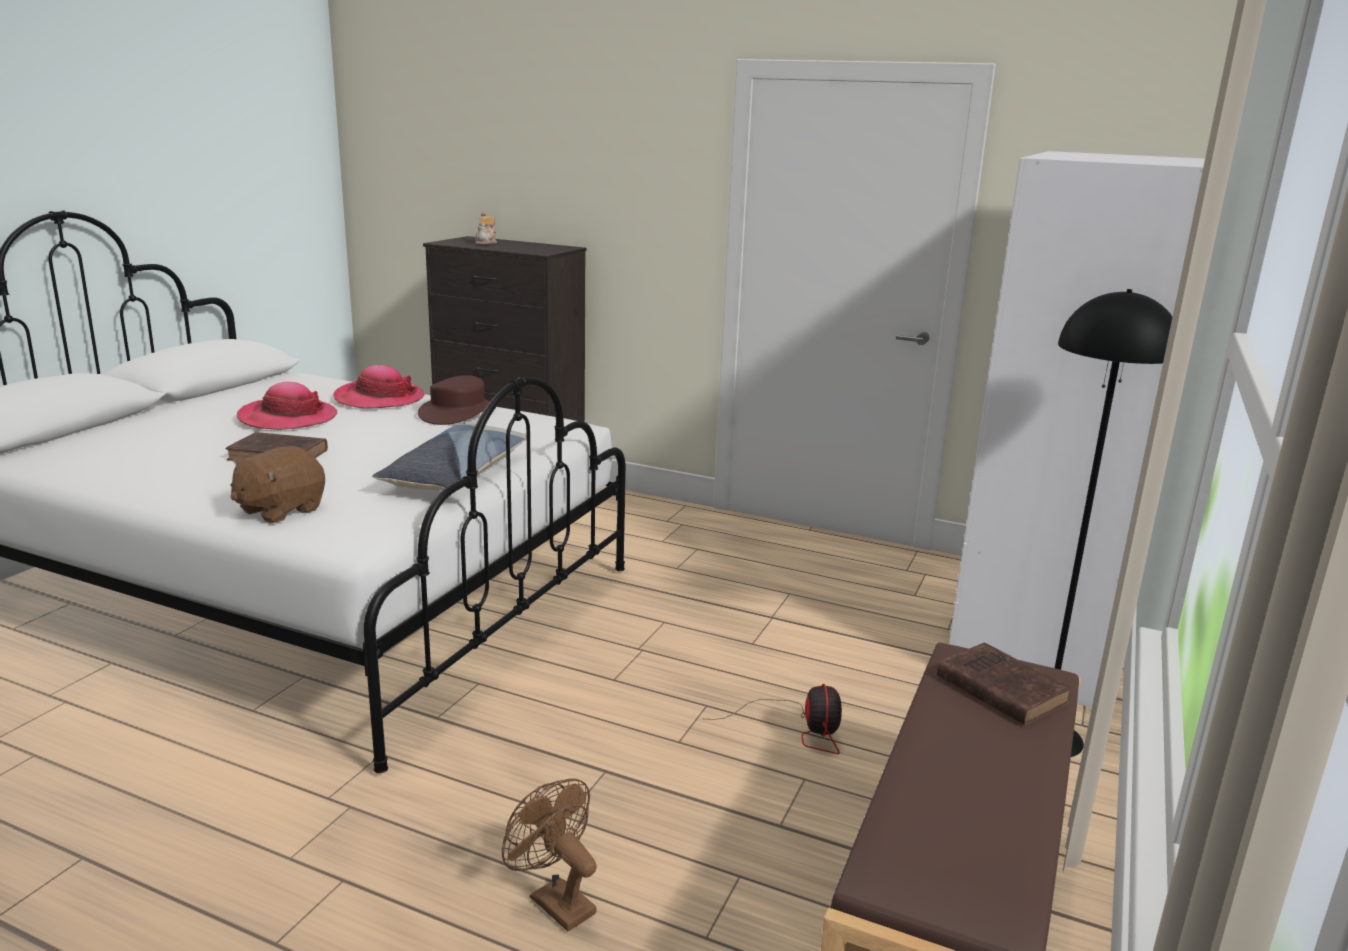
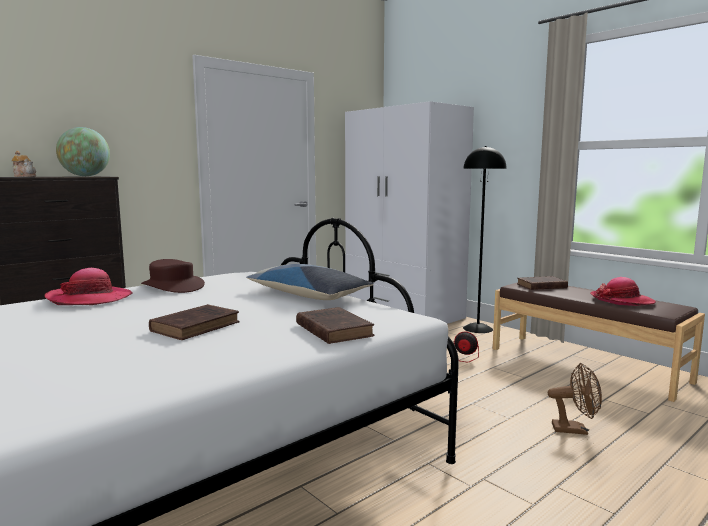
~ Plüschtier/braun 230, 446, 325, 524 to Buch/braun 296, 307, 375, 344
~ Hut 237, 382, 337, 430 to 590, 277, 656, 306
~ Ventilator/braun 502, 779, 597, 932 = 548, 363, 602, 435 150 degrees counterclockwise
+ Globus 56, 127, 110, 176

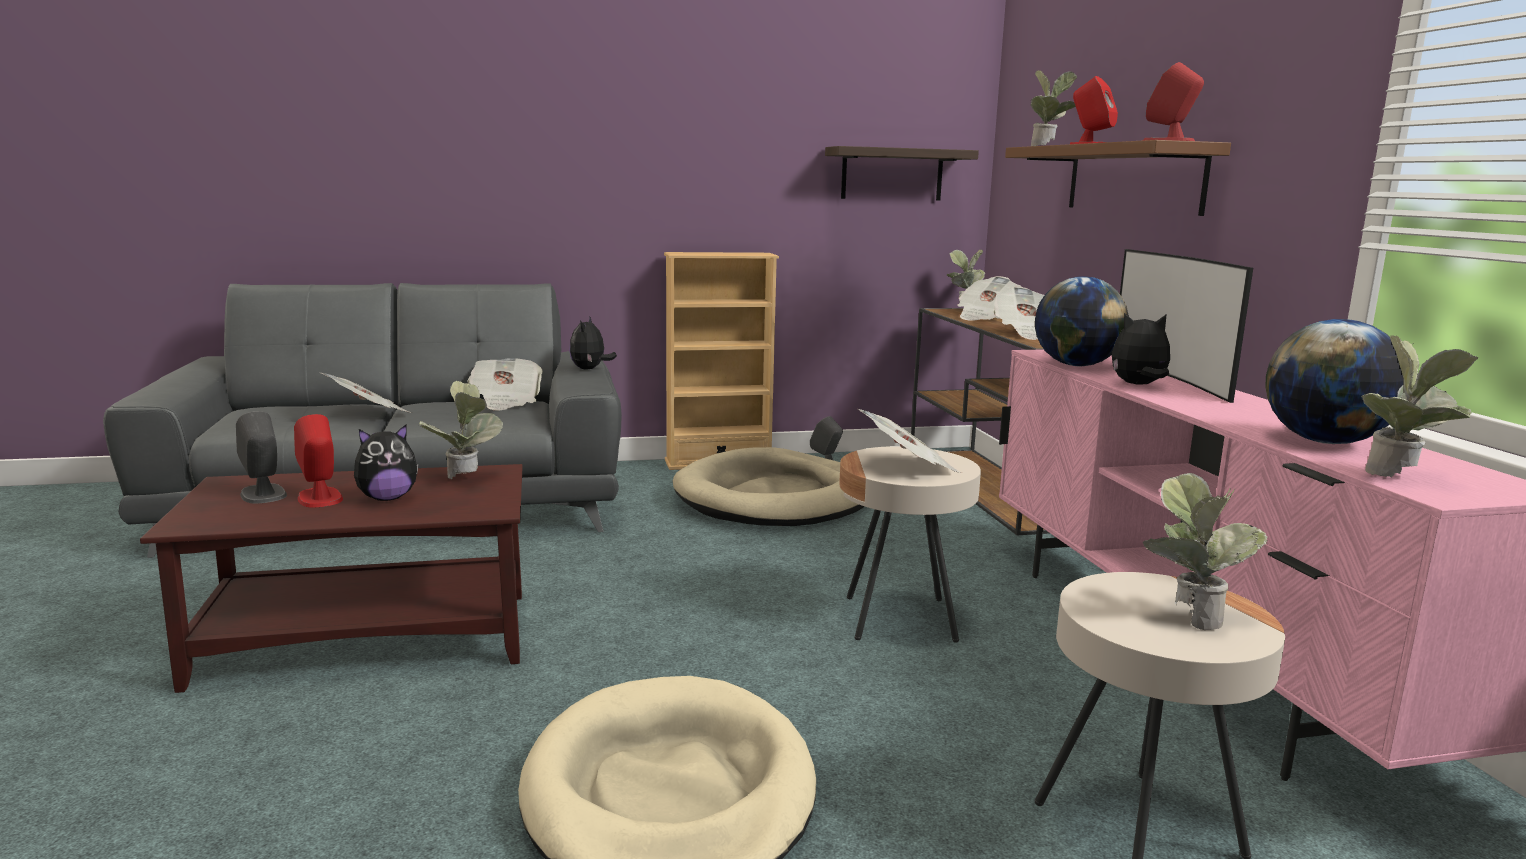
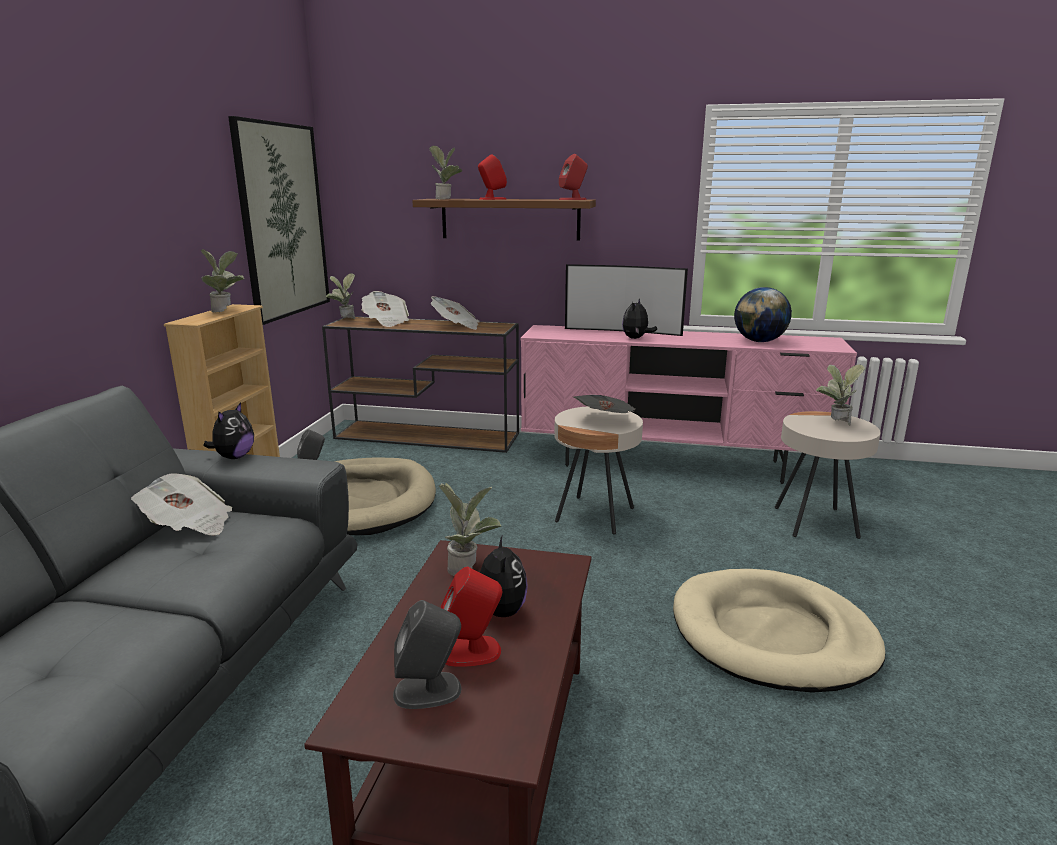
- Zeitung 321, 373, 412, 413
~ Plüschtier 569, 317, 617, 369 = 203, 402, 254, 459 105 degrees counterclockwise
~ Wandregal 825, 146, 979, 201 to Bild 228, 116, 330, 325
- Globus 1035, 276, 1129, 366
~ Topfpflanze 1361, 335, 1478, 477 to 201, 249, 244, 313

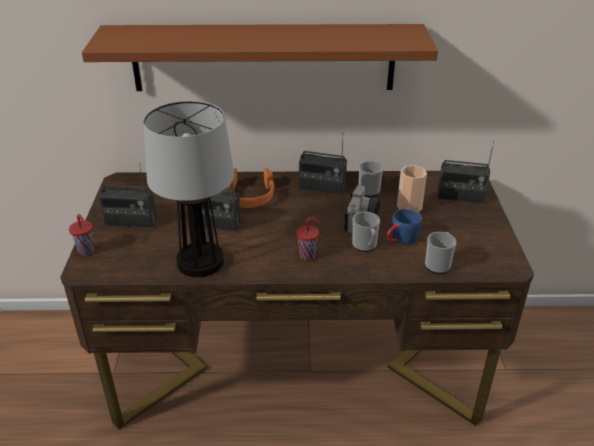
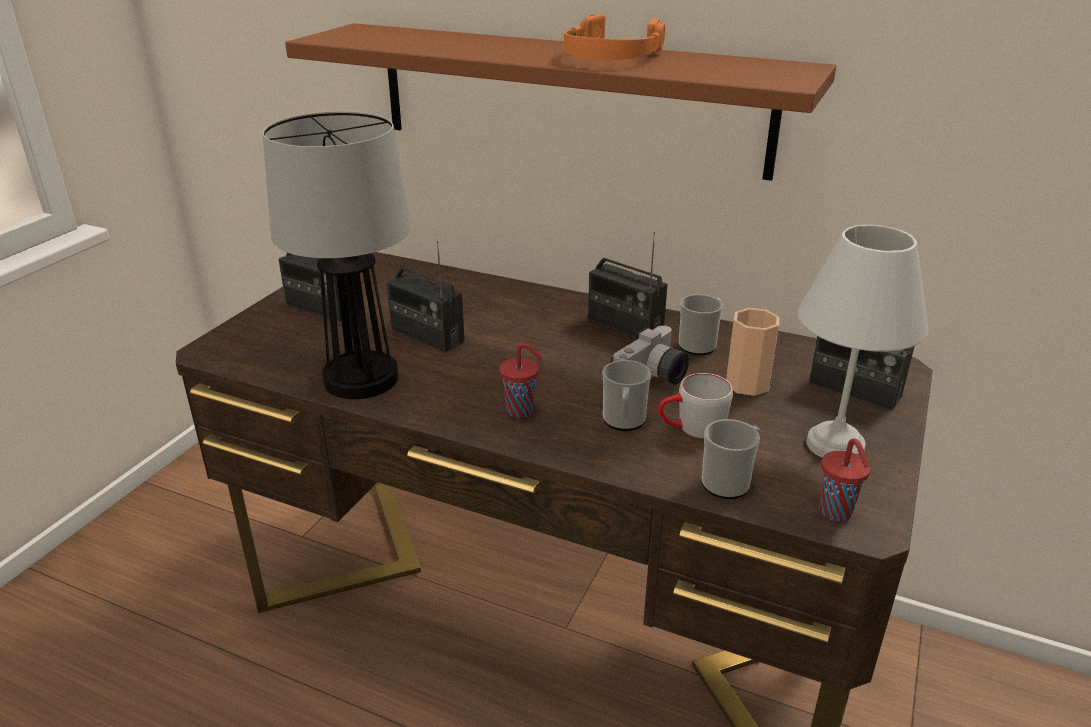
~ Tasse/rot 69, 214, 94, 255 to 820, 438, 870, 522
~ Kopfhörer/orange 226, 168, 275, 208 to 564, 14, 665, 61
~ Henkelbecher/blau 387, 208, 422, 245 to Henkelbecher/grau 658, 373, 733, 439
+ Tischlampe/weiß 798, 225, 929, 458

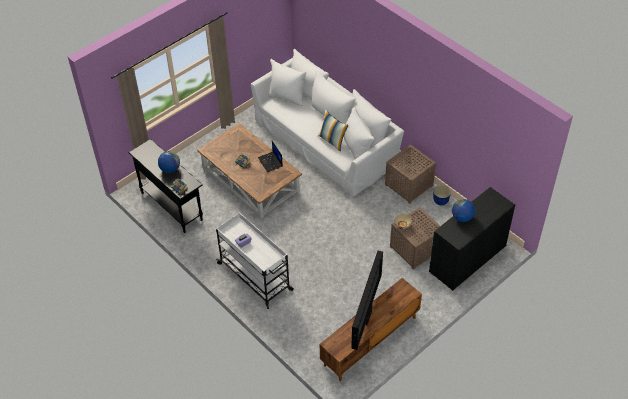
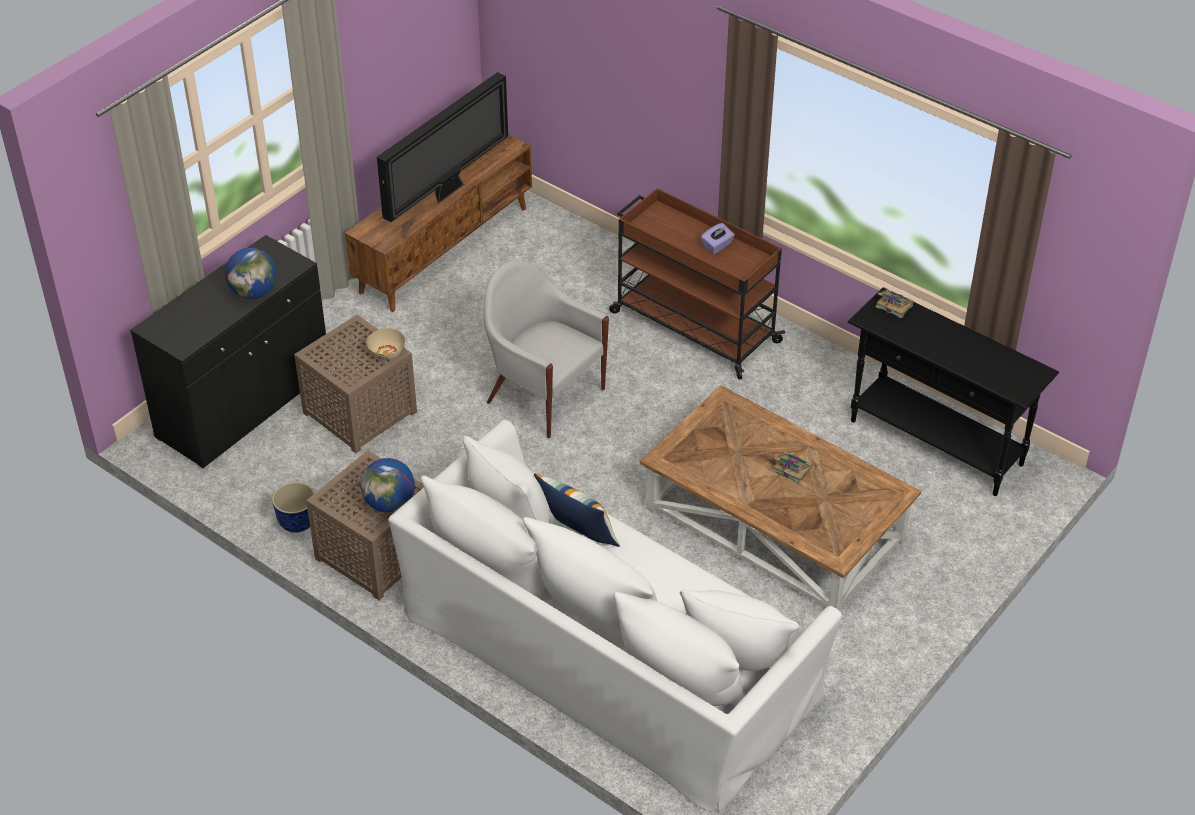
~ Globus 158, 151, 180, 173 to 360, 458, 415, 512
~ Rollwagen/weiß 216, 212, 294, 309 to Rollwagen/braun 609, 188, 785, 380
- Laptop 258, 141, 283, 172
~ Fernseher 351, 251, 383, 350 = 377, 72, 508, 222 150 degrees counterclockwise
+ Sessel/weiß 484, 260, 609, 438

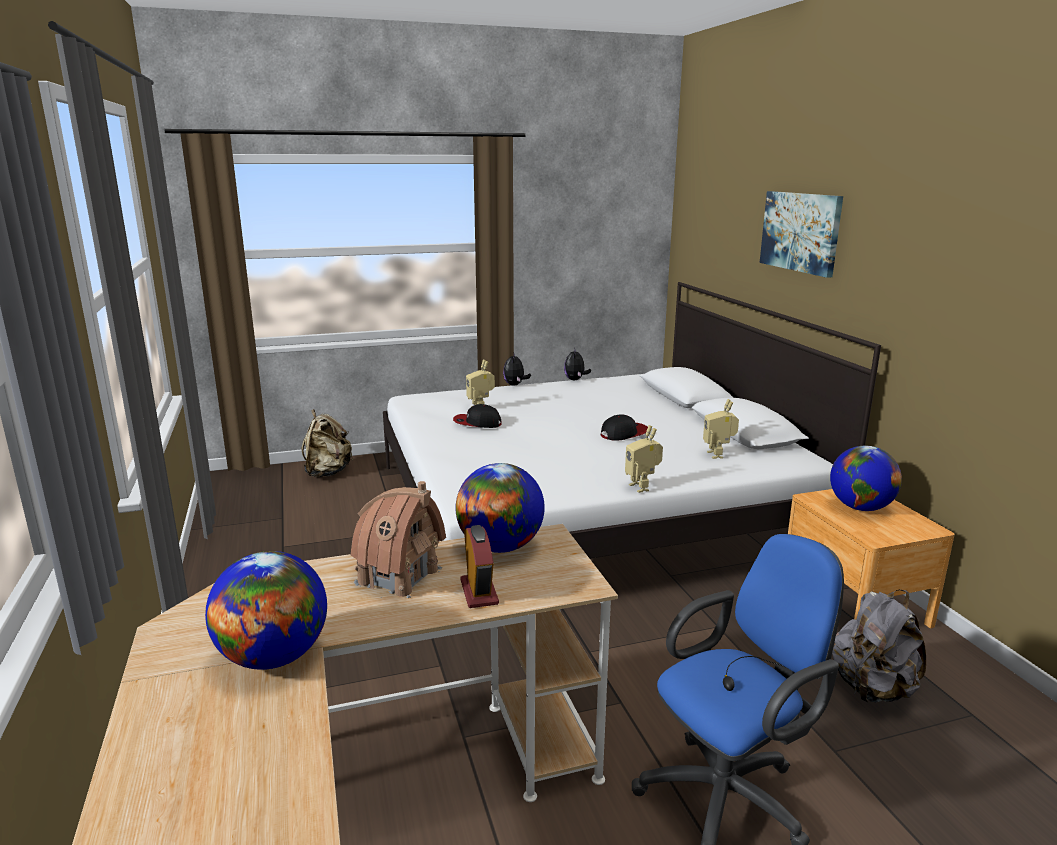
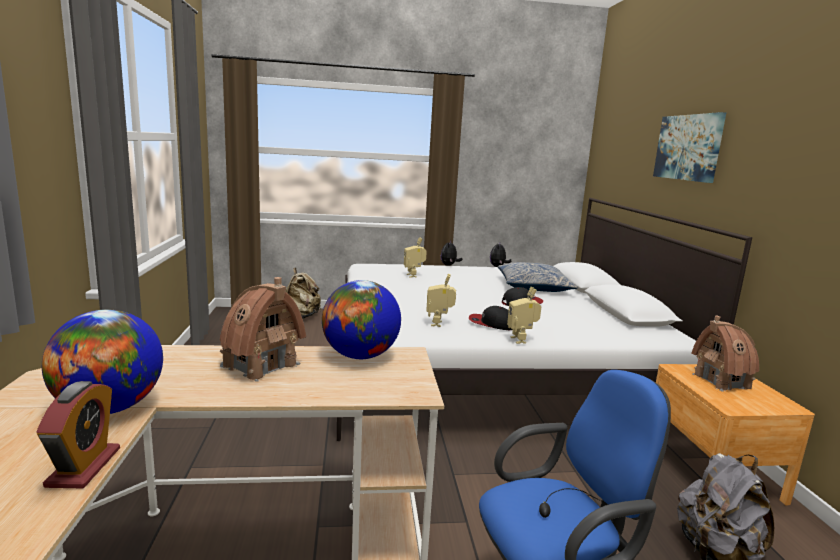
~ Kappe 453, 404, 502, 428 to 469, 306, 513, 330
~ Wecker 460, 525, 499, 608 to 36, 381, 120, 489
~ Spielzeugroboter 703, 399, 739, 459 to 426, 274, 456, 327
~ Globus 830, 446, 902, 511 to Spielzeughaus 691, 316, 759, 392
+ Kissen 498, 262, 578, 292

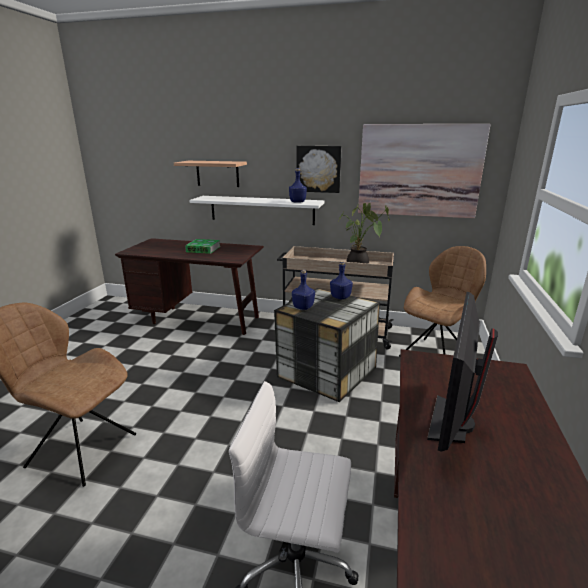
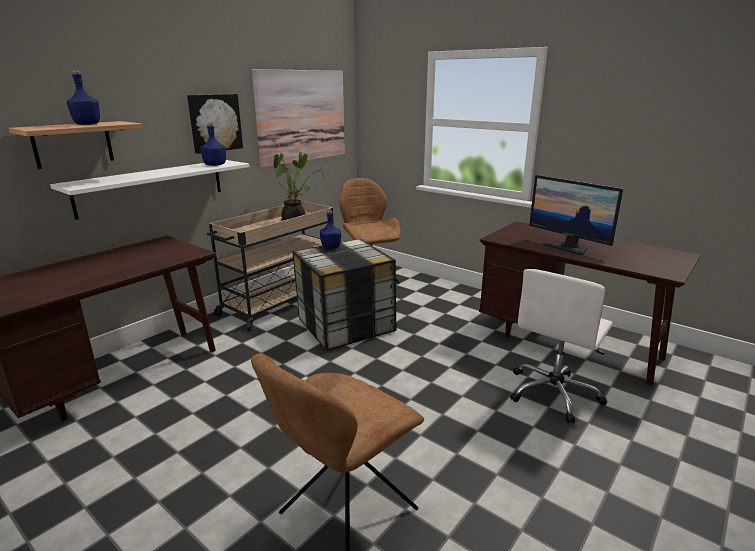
- Buch 185, 239, 220, 254
~ Flasche/blau 292, 269, 315, 310 to 67, 70, 100, 125

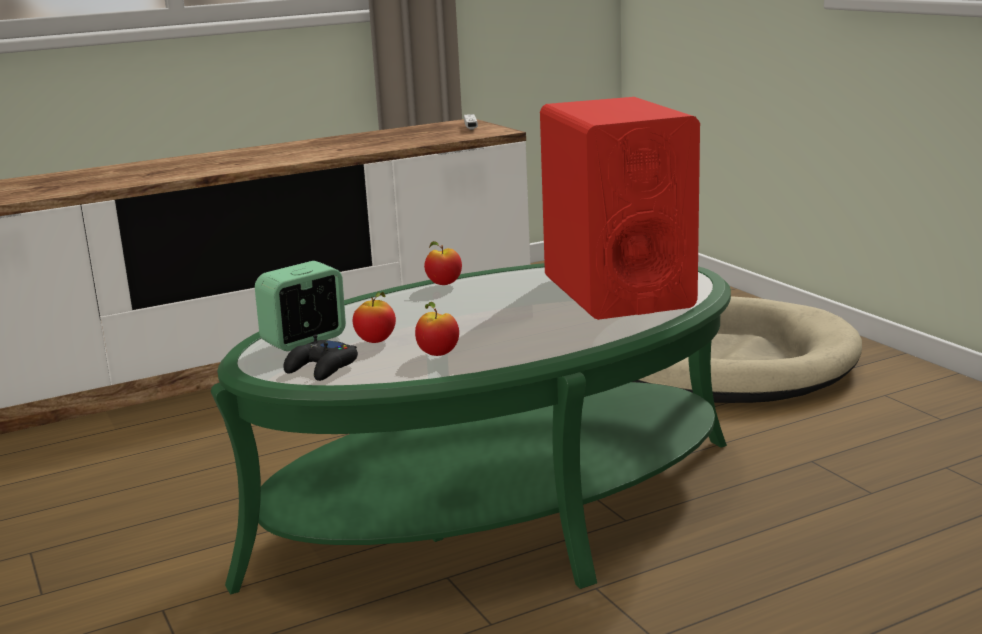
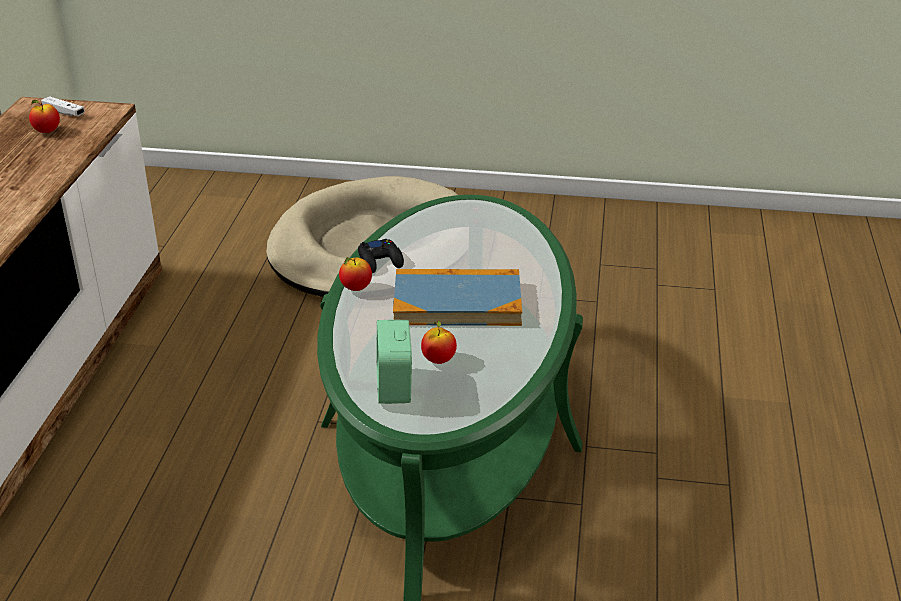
~ Gamepad/schwarz 283, 334, 358, 381 to 358, 239, 404, 273
~ Apfel 415, 302, 459, 356 to 29, 100, 60, 133
- Lautsprecher/rot 540, 97, 700, 320
+ Buch 393, 269, 522, 326

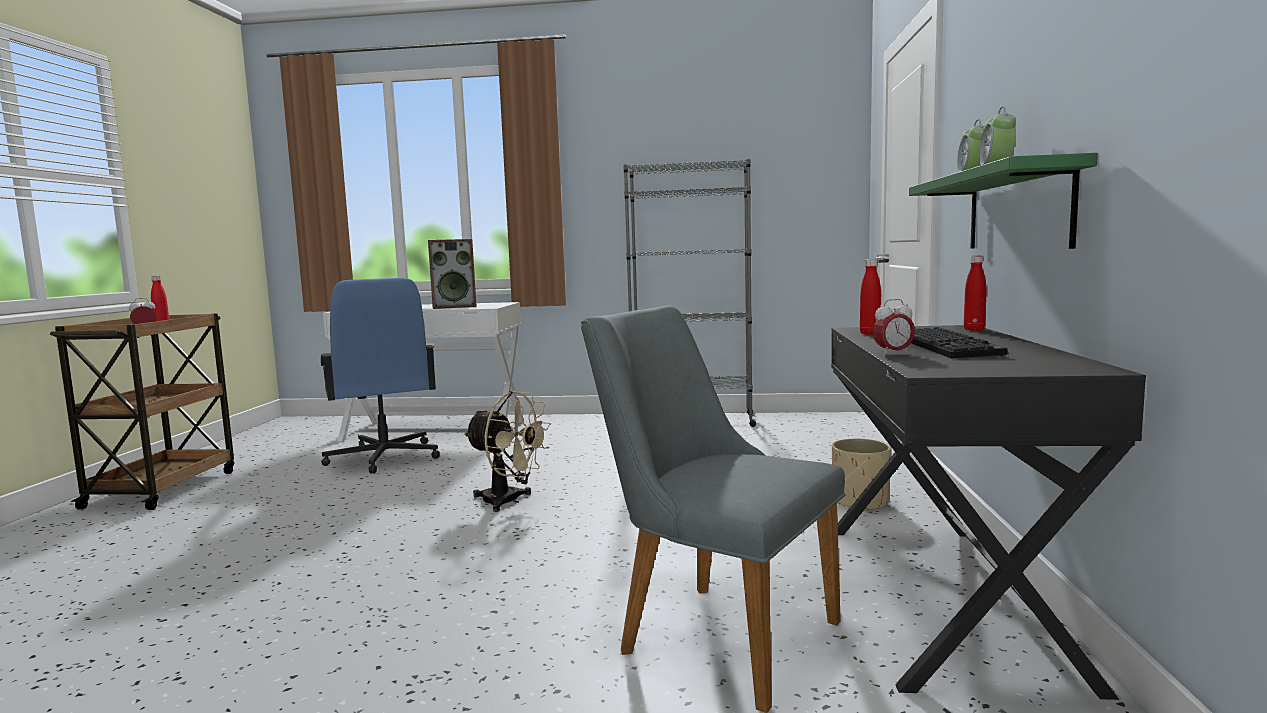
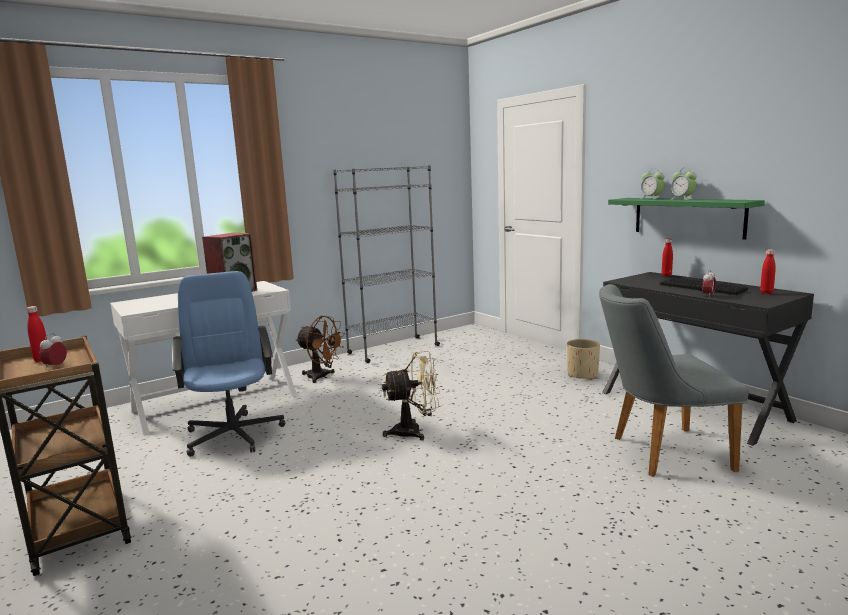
~ Bürostuhl/blau 321, 278, 440, 474 = 172, 271, 285, 457 135 degrees counterclockwise
~ Flasche/rot 860, 259, 881, 335 to 760, 249, 776, 294
+ Ventilator/braun 296, 316, 345, 383

